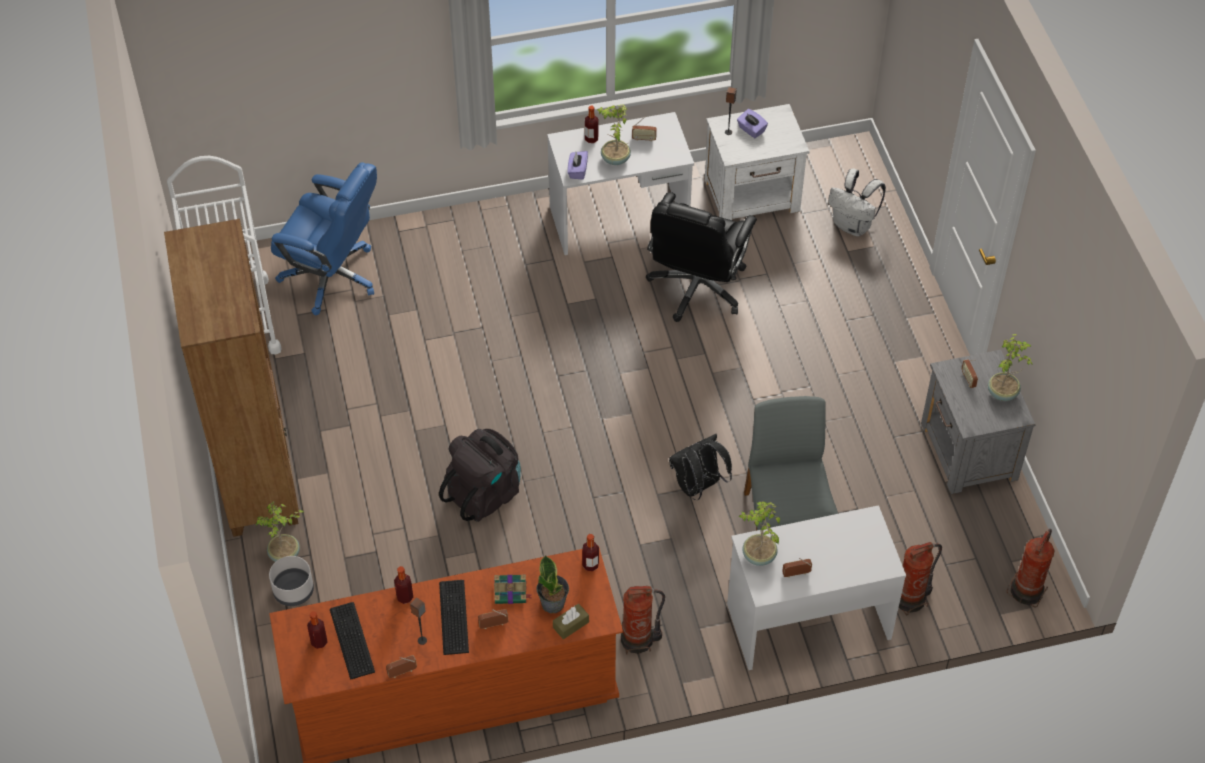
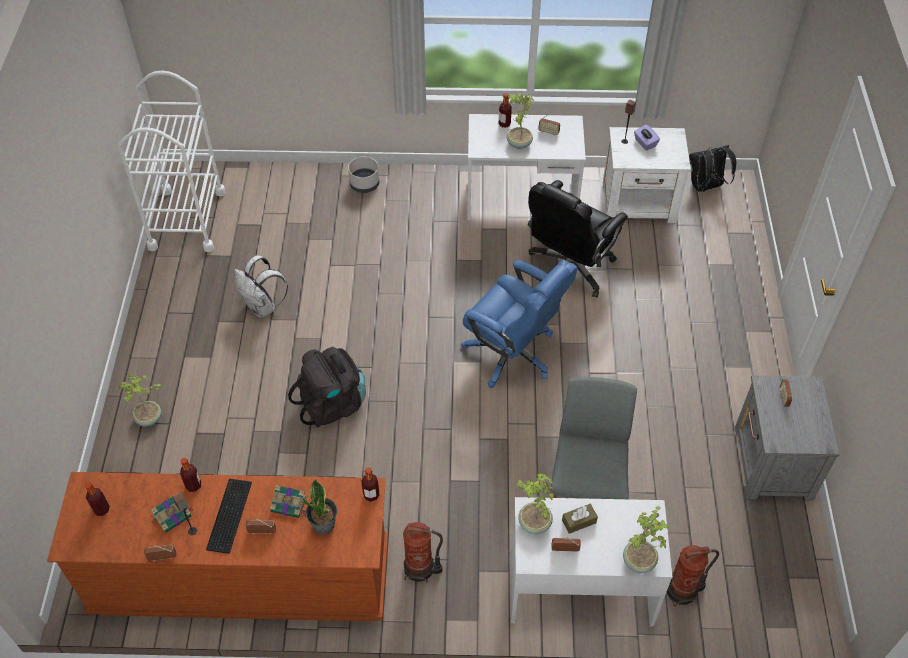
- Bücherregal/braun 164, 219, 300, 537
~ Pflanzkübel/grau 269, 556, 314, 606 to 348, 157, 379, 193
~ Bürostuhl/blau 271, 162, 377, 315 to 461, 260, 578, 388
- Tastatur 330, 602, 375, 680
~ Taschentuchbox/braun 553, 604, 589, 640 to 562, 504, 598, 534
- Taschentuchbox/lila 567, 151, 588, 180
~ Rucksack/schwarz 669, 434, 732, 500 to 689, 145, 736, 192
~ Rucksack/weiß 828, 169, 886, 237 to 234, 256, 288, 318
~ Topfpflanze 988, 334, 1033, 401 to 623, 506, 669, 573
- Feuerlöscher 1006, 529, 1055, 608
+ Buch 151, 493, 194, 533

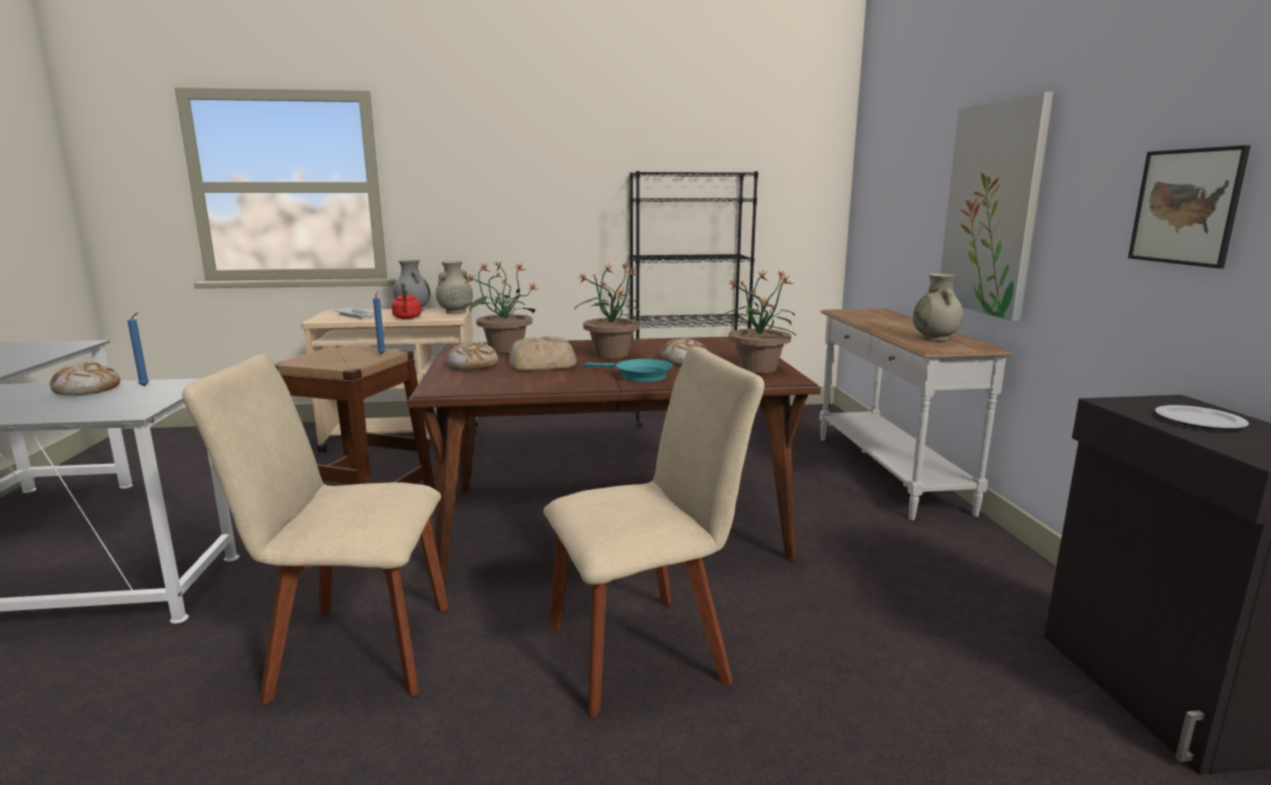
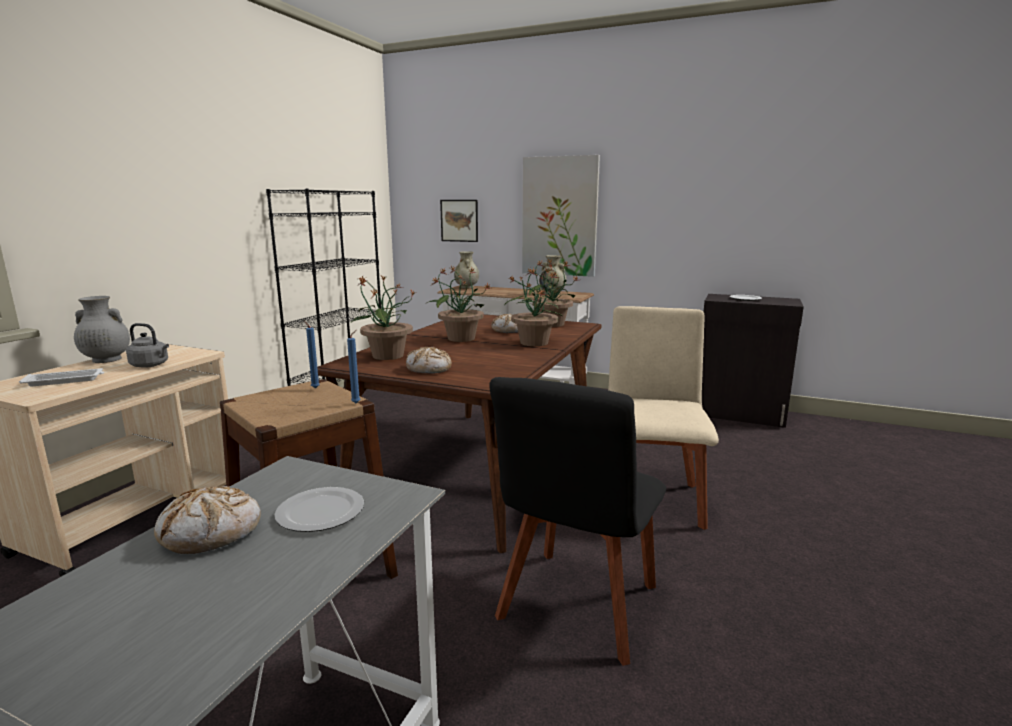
~ Kerze/blau 127, 312, 149, 386 to 347, 330, 360, 403
~ Stuhl/beige 182, 354, 449, 705 to Stuhl/schwarz 489, 377, 666, 666
~ Wasserkessel/rot 392, 283, 422, 319 to Wasserkessel/grau 126, 323, 169, 368
~ Vase/beige 436, 261, 473, 314 to 454, 251, 479, 288
- Brot 509, 336, 577, 371
~ Pfanne/türkis 585, 359, 673, 382 to Topfpflanze 504, 267, 563, 346
~ Bild 1128, 145, 1251, 268 to 440, 200, 478, 242
+ Teller 274, 487, 364, 532

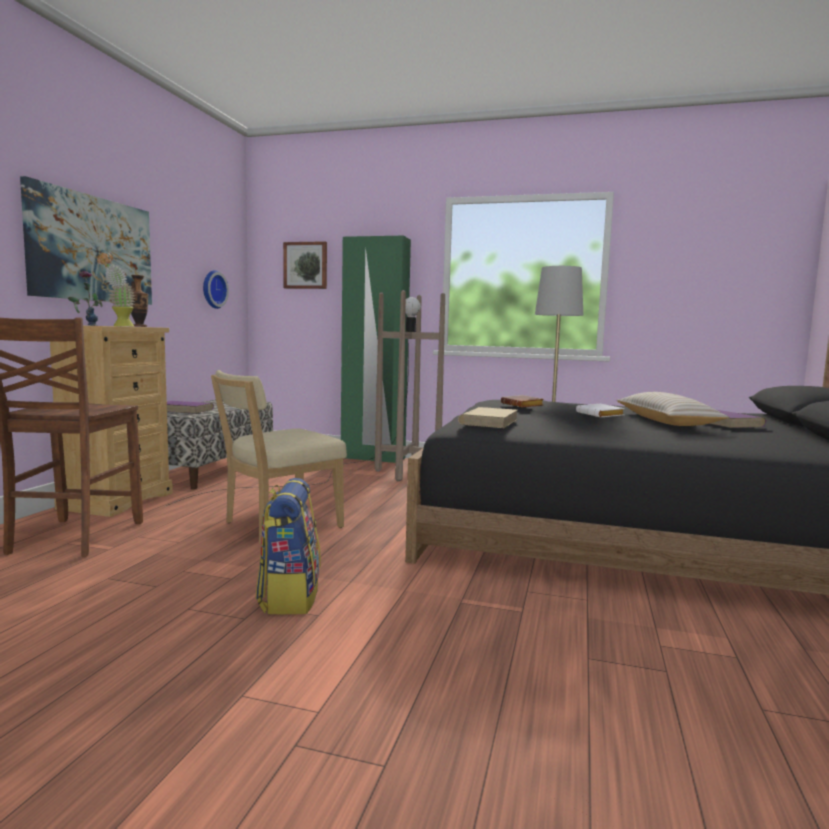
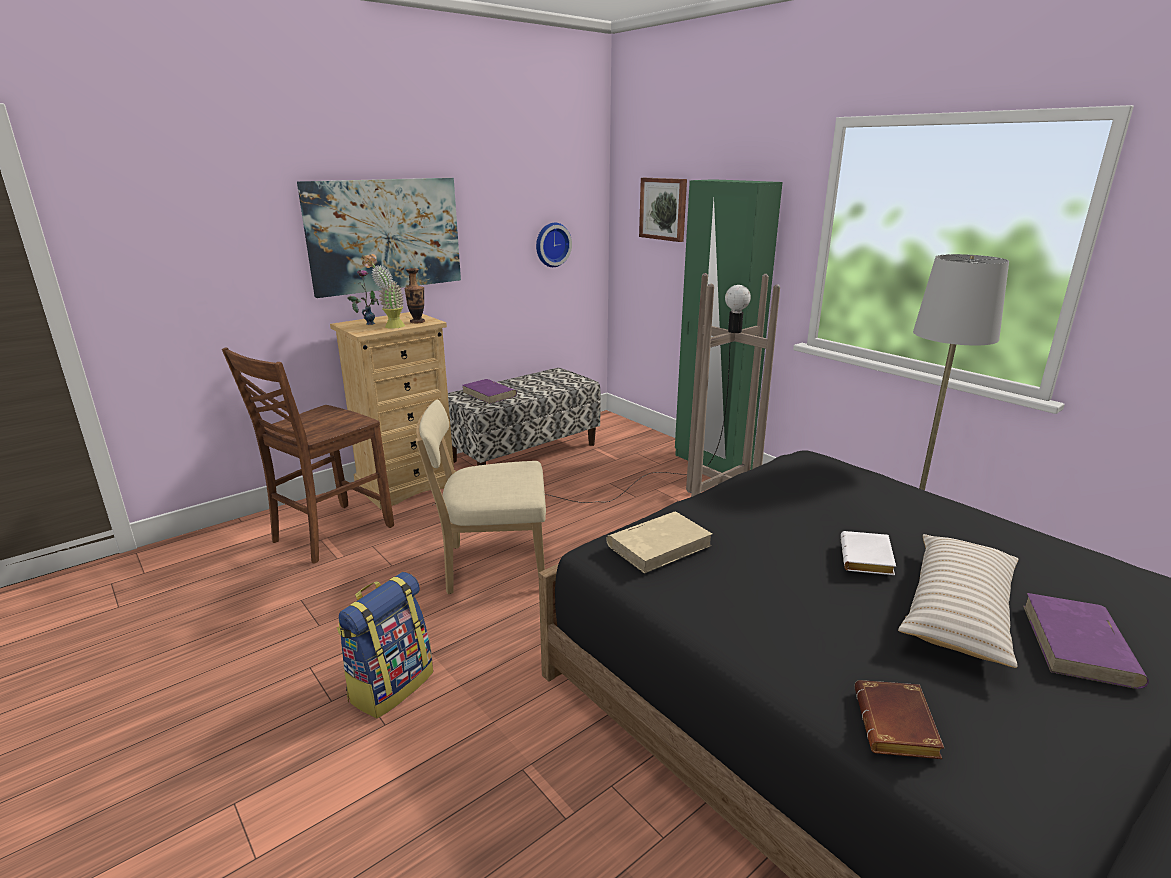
~ Buch/braun 501, 395, 544, 408 to 855, 680, 944, 759

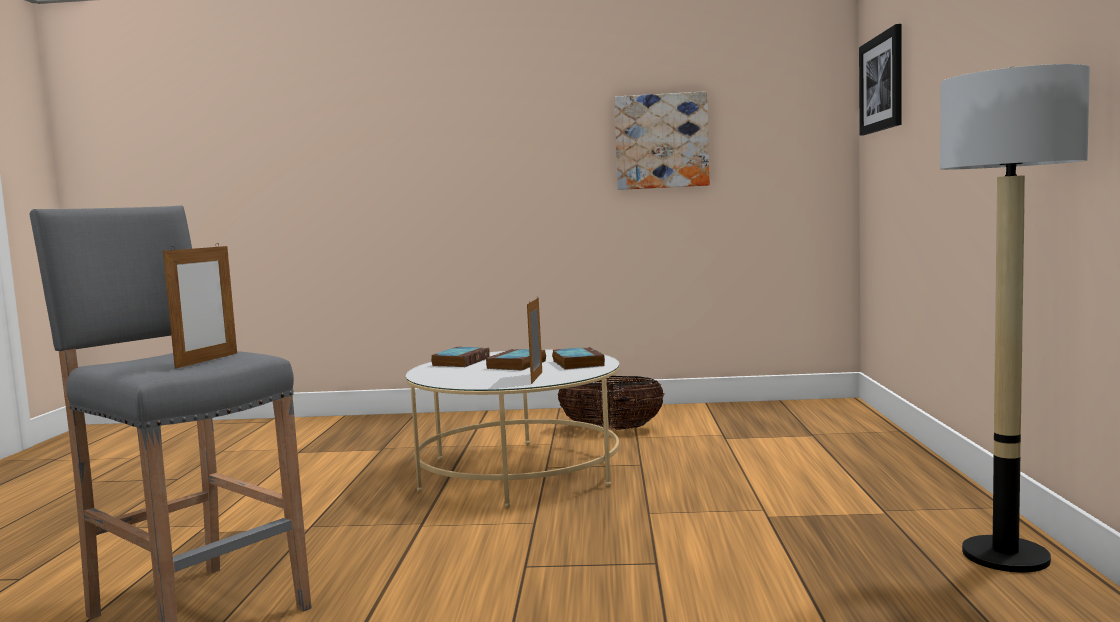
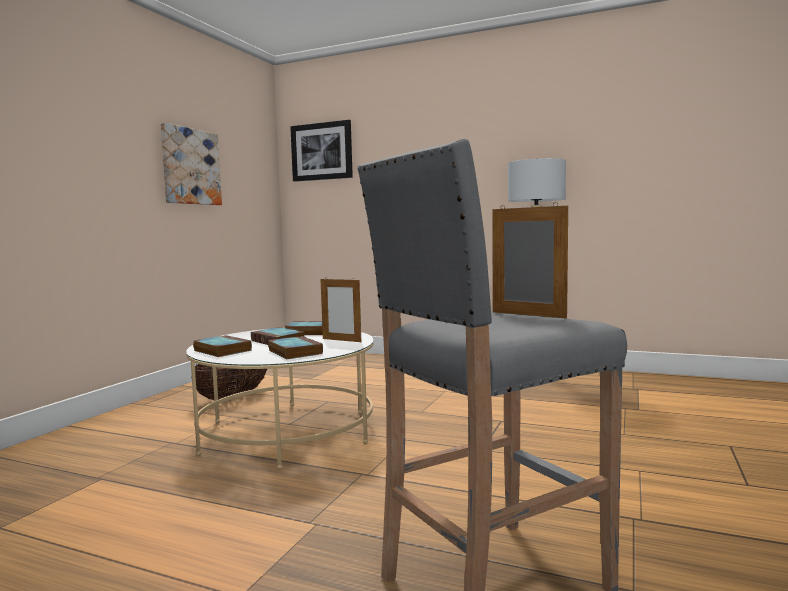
+ Buch 268, 336, 323, 359

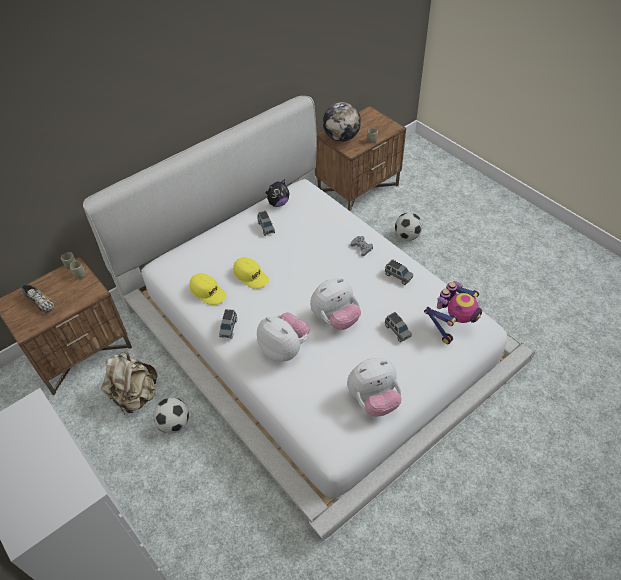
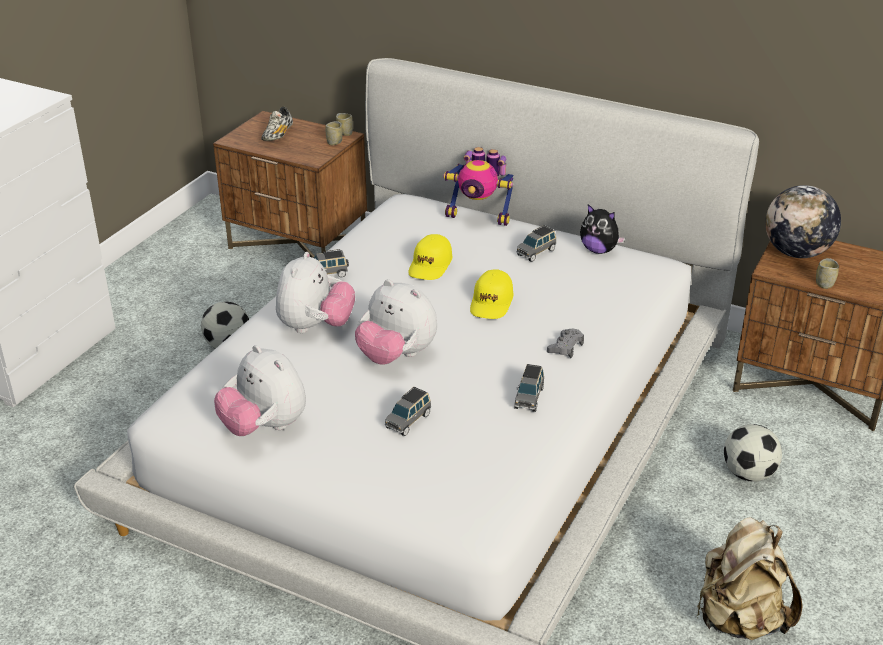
~ Rucksack/beige 101, 352, 157, 414 to 697, 517, 803, 640
~ Kappe/gelb 190, 273, 227, 305 to 470, 270, 513, 319
~ Spielzeugroboter 424, 281, 482, 344 to 443, 147, 513, 226

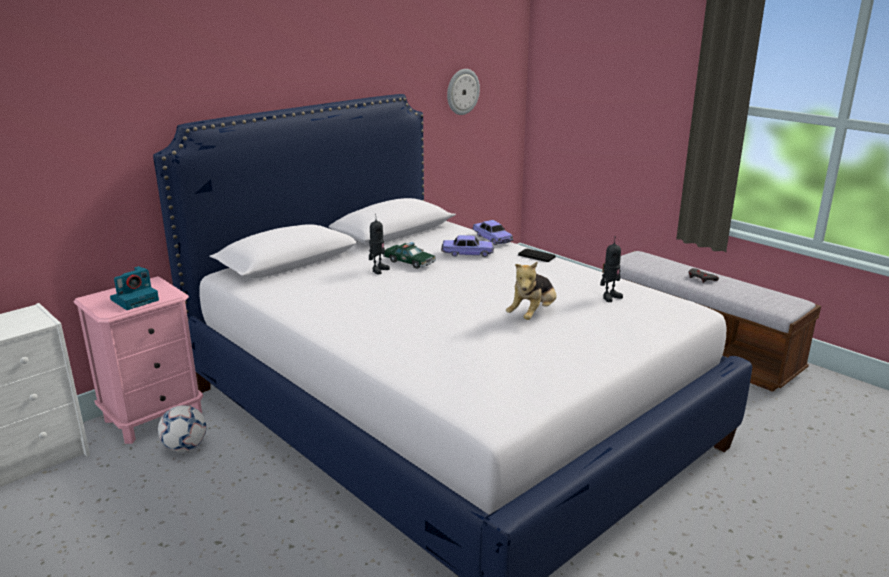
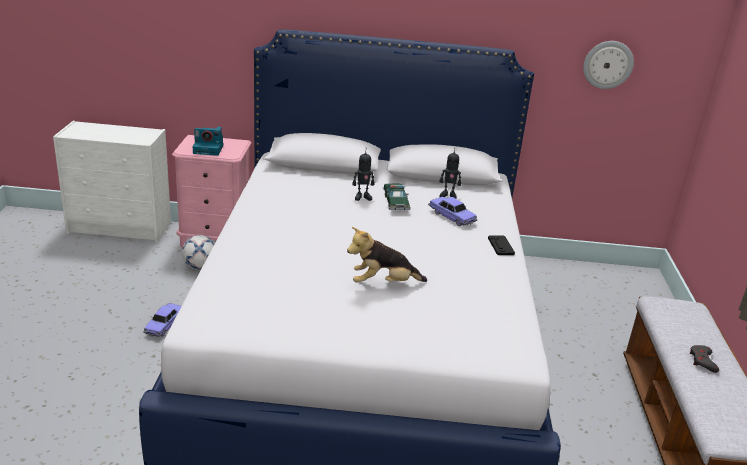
~ Spielzeugauto 472, 220, 513, 245 to 143, 303, 181, 337
~ Spielzeugroboter 600, 236, 623, 302 to 439, 149, 461, 199

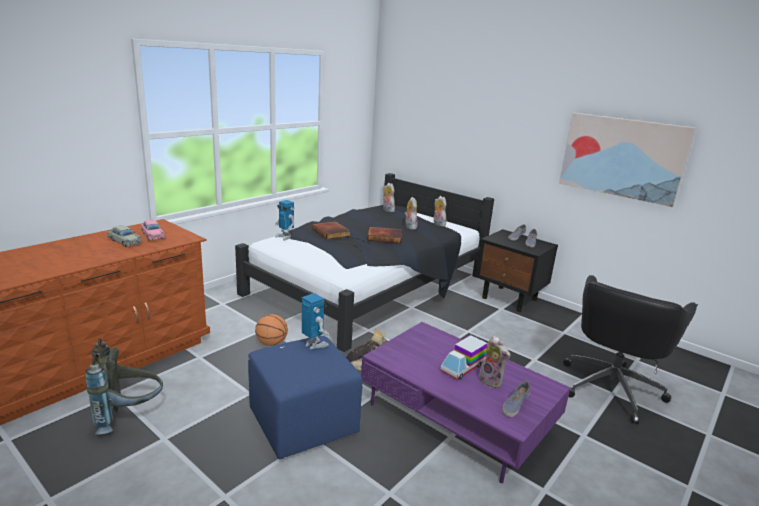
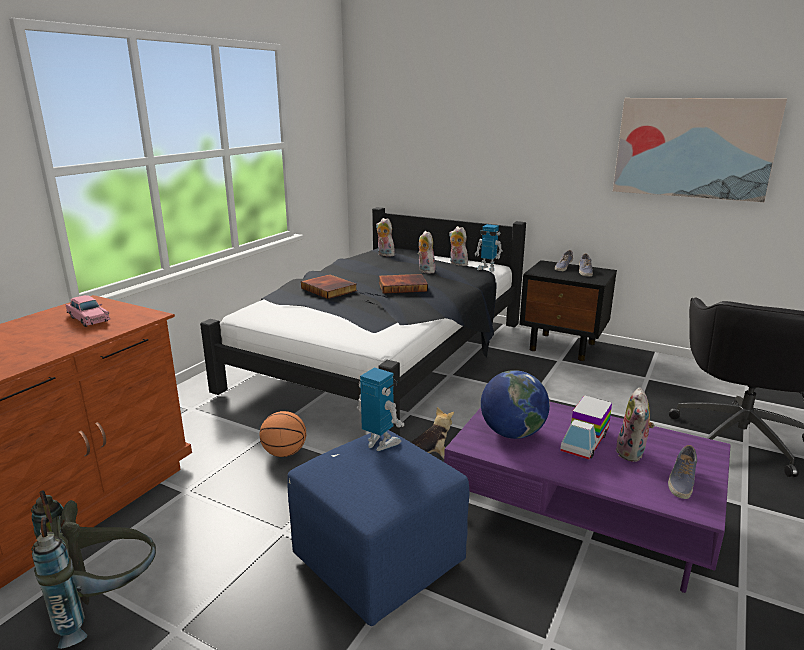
- Spielzeugauto/beige 107, 226, 142, 247
~ Spielzeugroboter 275, 200, 295, 241 to 475, 224, 503, 272
~ Plüschtier 479, 335, 510, 388 = 616, 387, 654, 462 60 degrees clockwise
+ Globus 481, 370, 550, 439

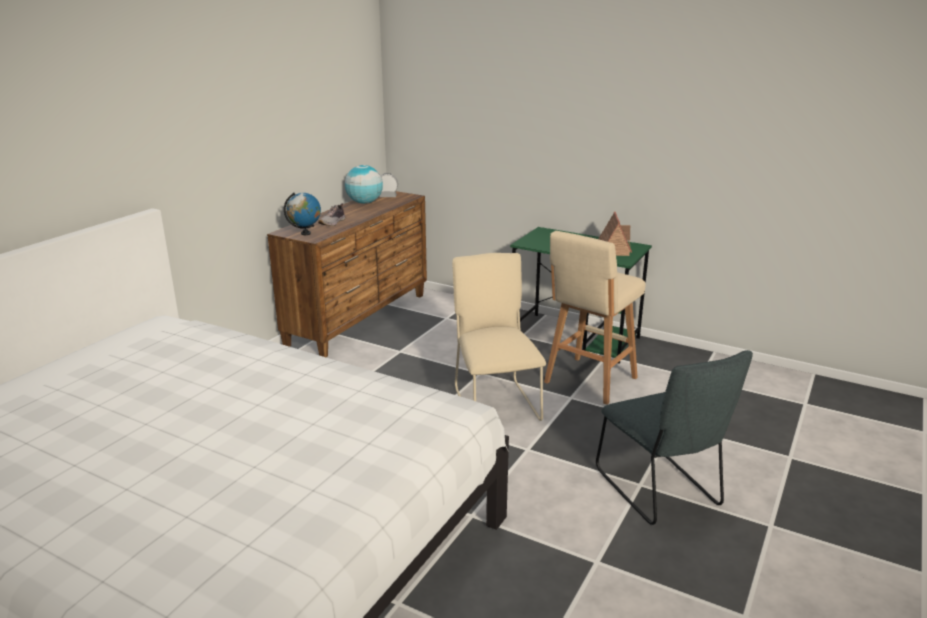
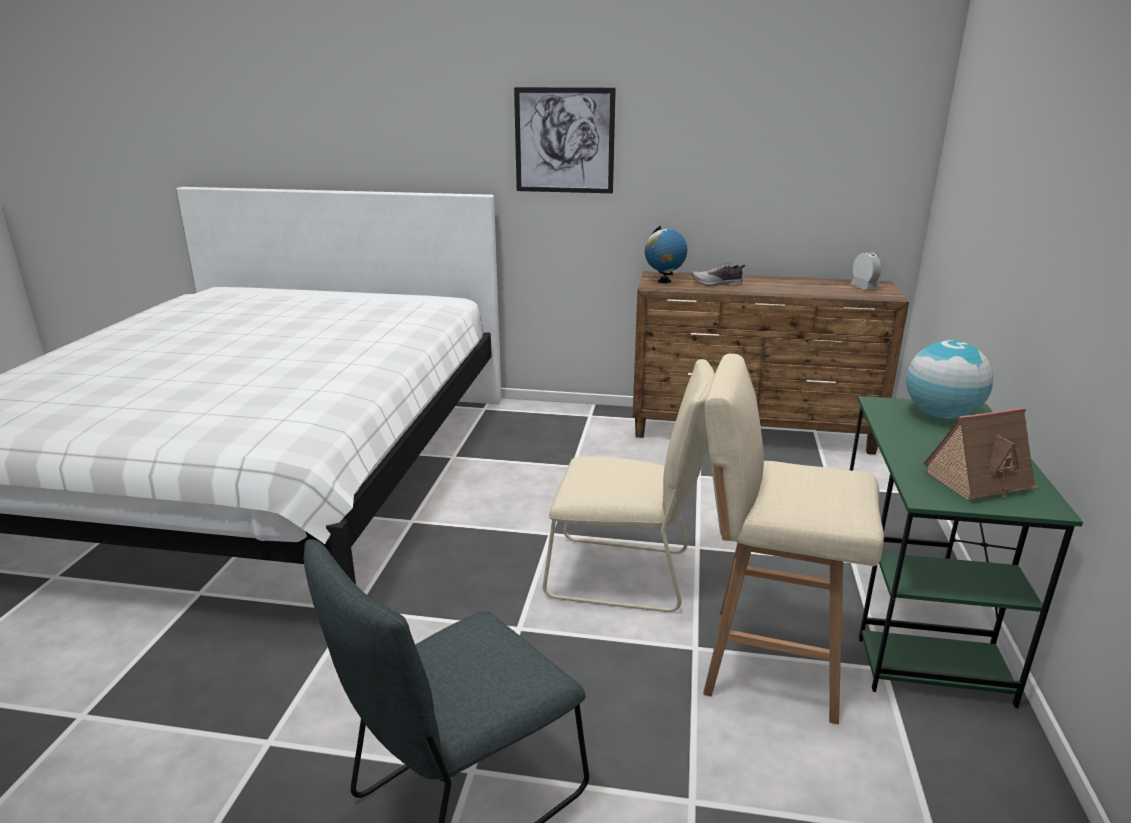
~ Globus 345, 165, 383, 204 to 906, 340, 993, 419
~ Stuhl/beige 452, 253, 546, 421 = 543, 359, 715, 612 45 degrees clockwise
+ Bild 514, 87, 616, 193

